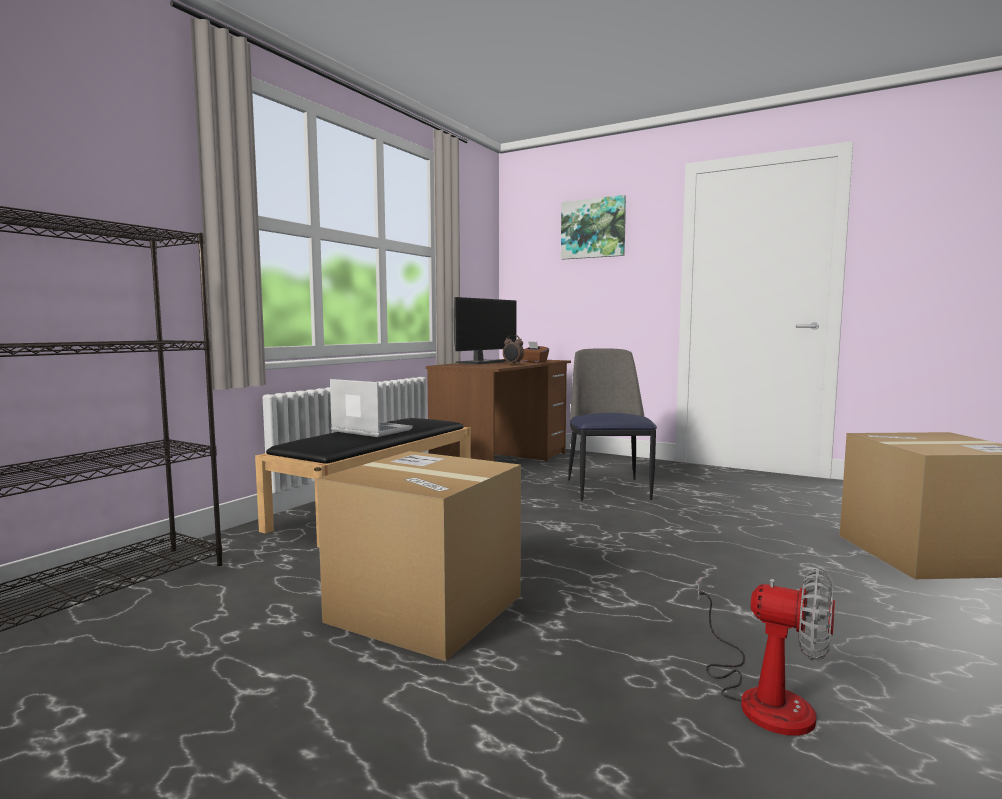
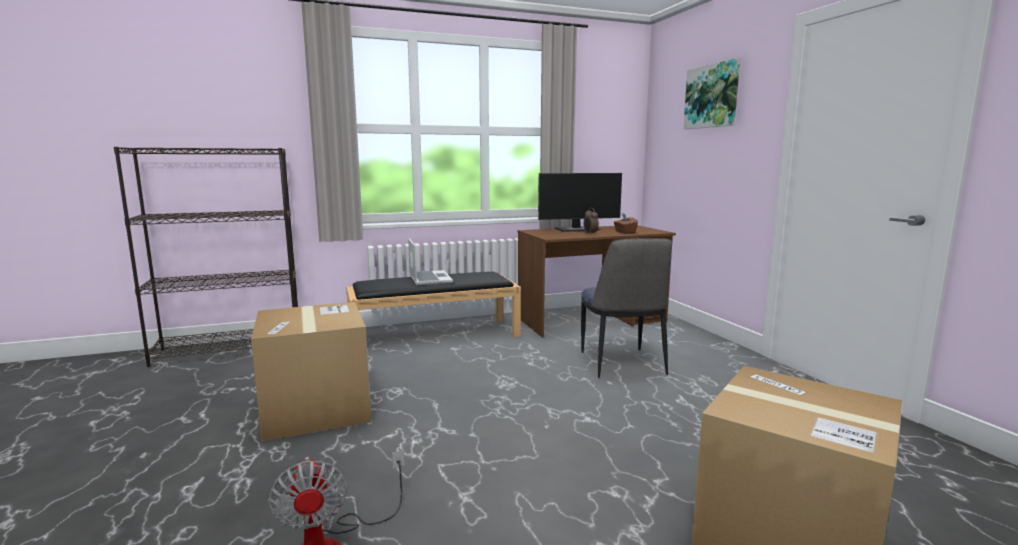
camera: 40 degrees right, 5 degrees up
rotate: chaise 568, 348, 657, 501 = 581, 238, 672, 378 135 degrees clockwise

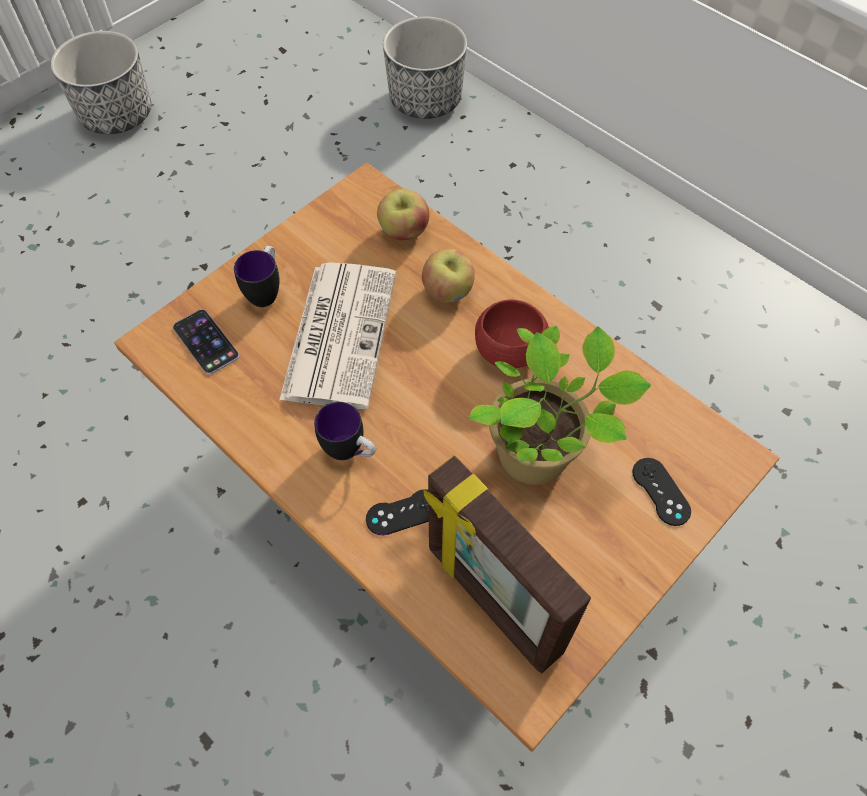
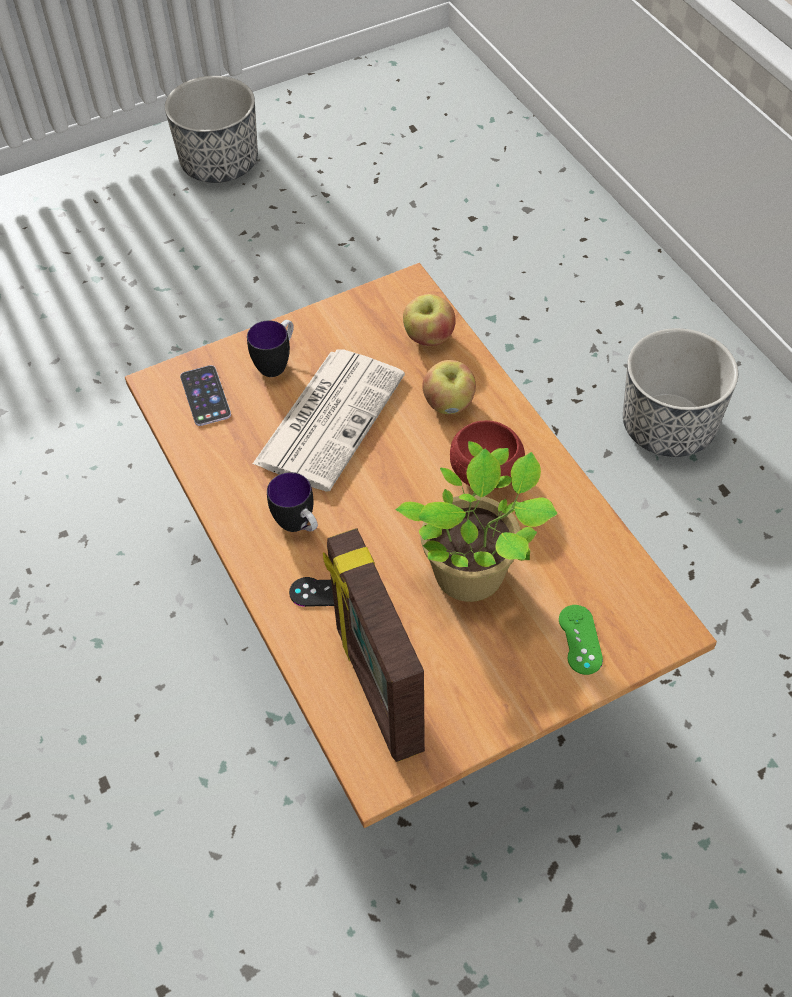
camera: 20 degrees right, 5 degrees down
move: cache-pot 383, 16, 467, 119 to 623, 328, 738, 457
recolor: manette (noir) 632, 458, 691, 526 to manette (vert) 559, 605, 603, 675

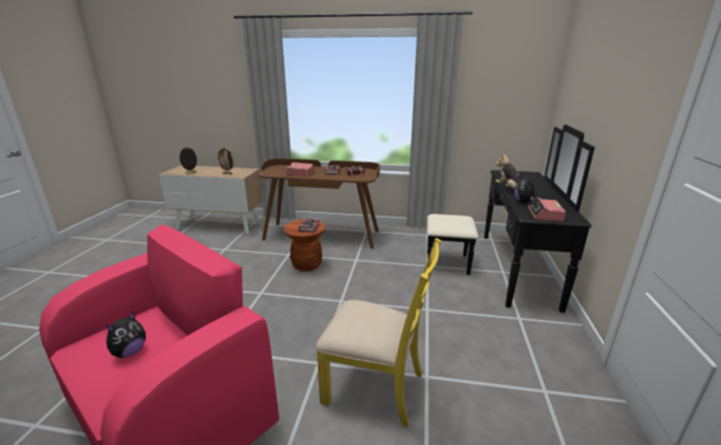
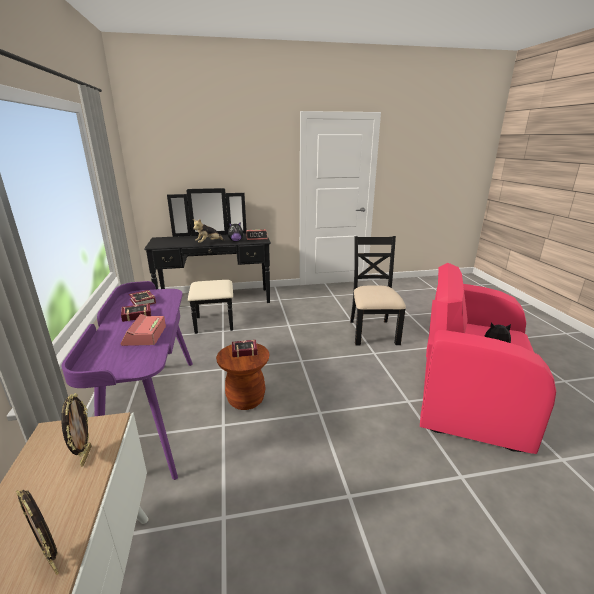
camera: 110 degrees left, 0 degrees up
recolor: bureau (marron) 258, 158, 380, 249 to bureau (violet) 61, 281, 193, 480; chaise (jaune) 316, 238, 441, 427 to chaise (noir) 350, 236, 406, 346

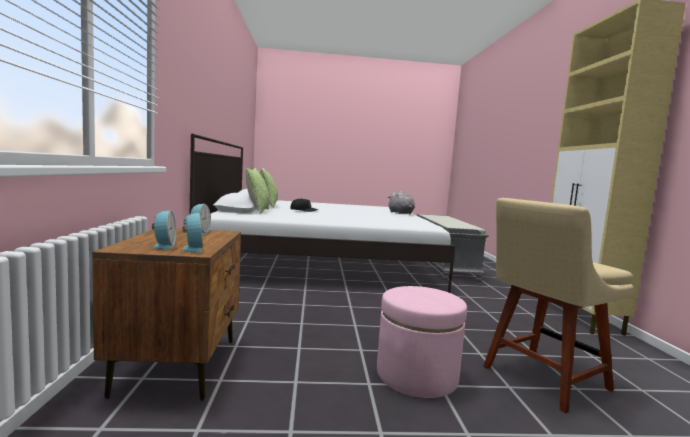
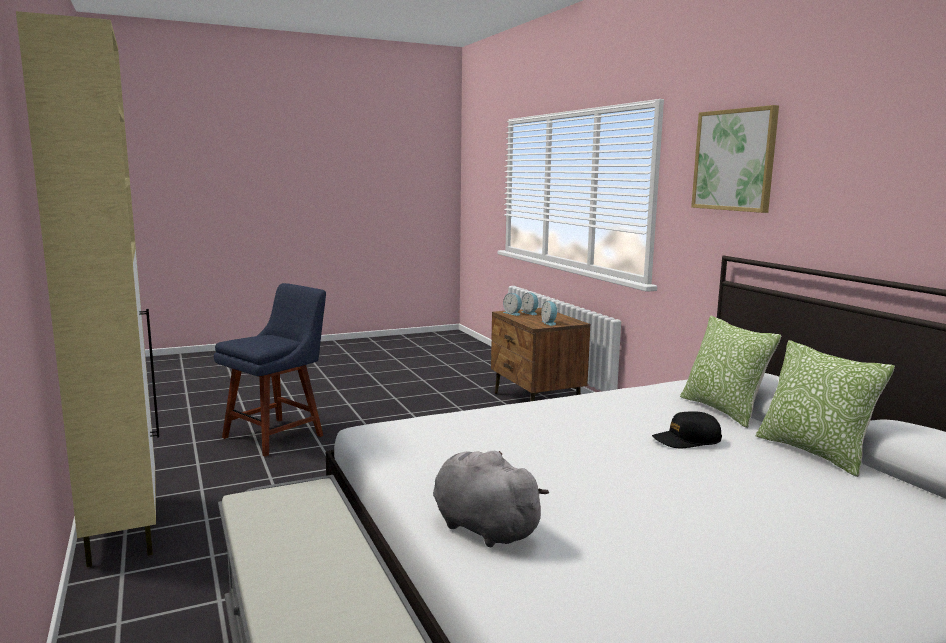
camera: 160 degrees right, 5 degrees up
delete: pouf (rose) 377, 286, 467, 398
insert: tableau 691, 105, 779, 213
recolor: chaise (beige) 483, 198, 634, 413 to chaise (bleu) 214, 283, 326, 457

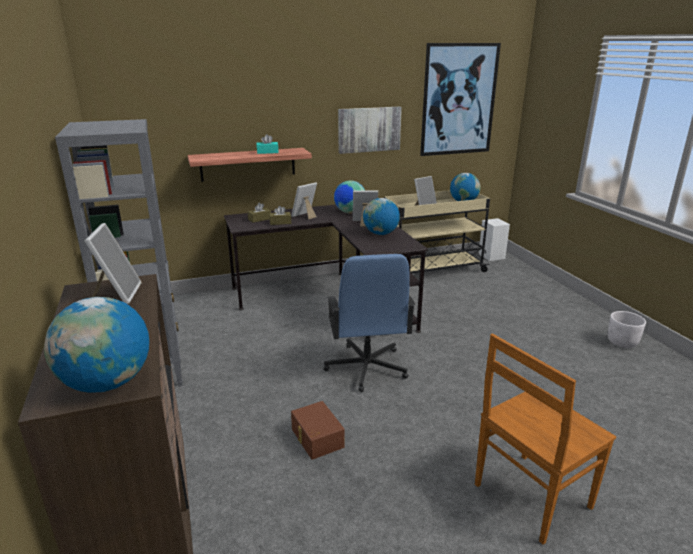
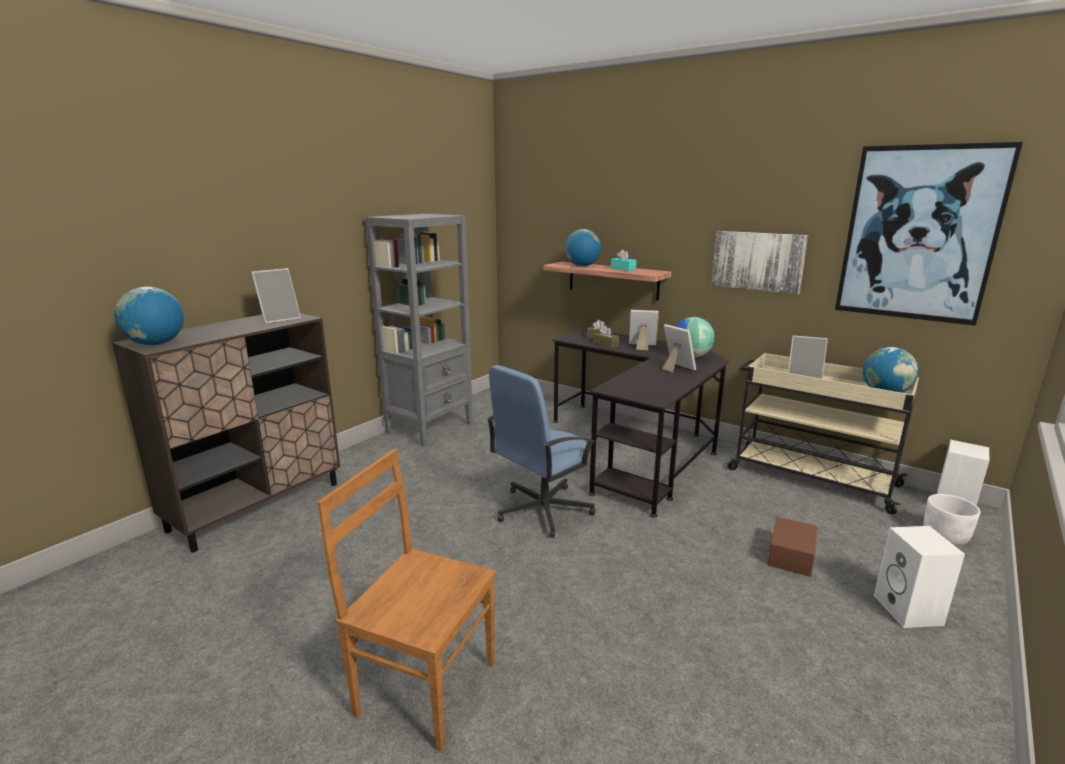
camera: 55 degrees right, 5 degrees down
insert: enceinte (blanc) 874, 526, 965, 628
move: globe 363, 198, 400, 235 to 565, 229, 601, 266; boîte de rangement (marron) 291, 401, 345, 460 to 768, 517, 817, 577; cache-pot (blanc) 608, 311, 646, 348 to 923, 494, 981, 546

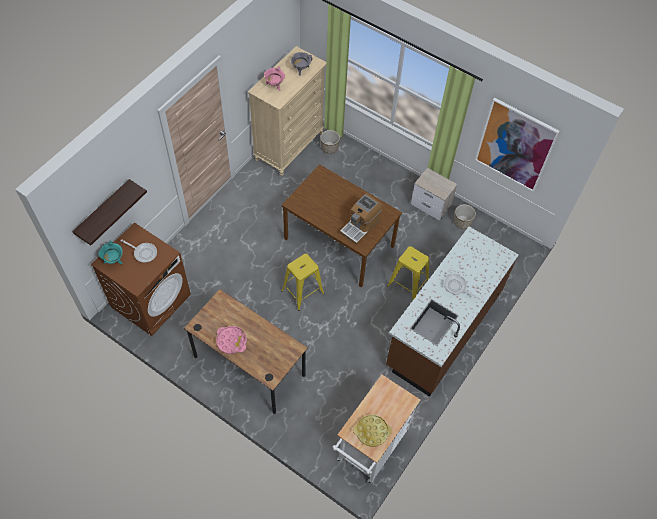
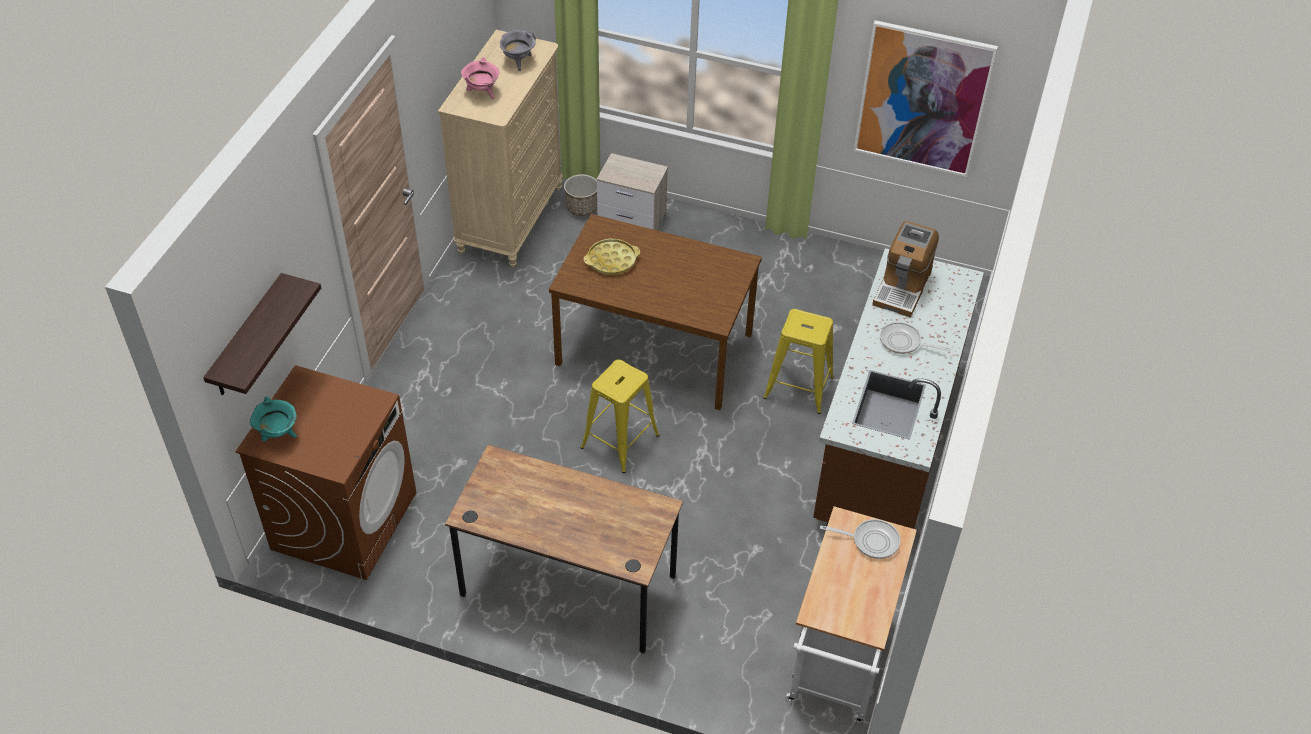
camera: 15 degrees left, 10 degrees down
delete: plateau (rose) 216, 326, 247, 354; cache-pot 454, 204, 476, 229
move: plateau (jaune) 353, 415, 392, 447 to 583, 239, 640, 275; table de chevet 411, 168, 457, 220 to 596, 153, 668, 230; poêle 121, 240, 157, 263 to 820, 519, 900, 559; machine à café 340, 193, 383, 245 to 872, 221, 939, 318

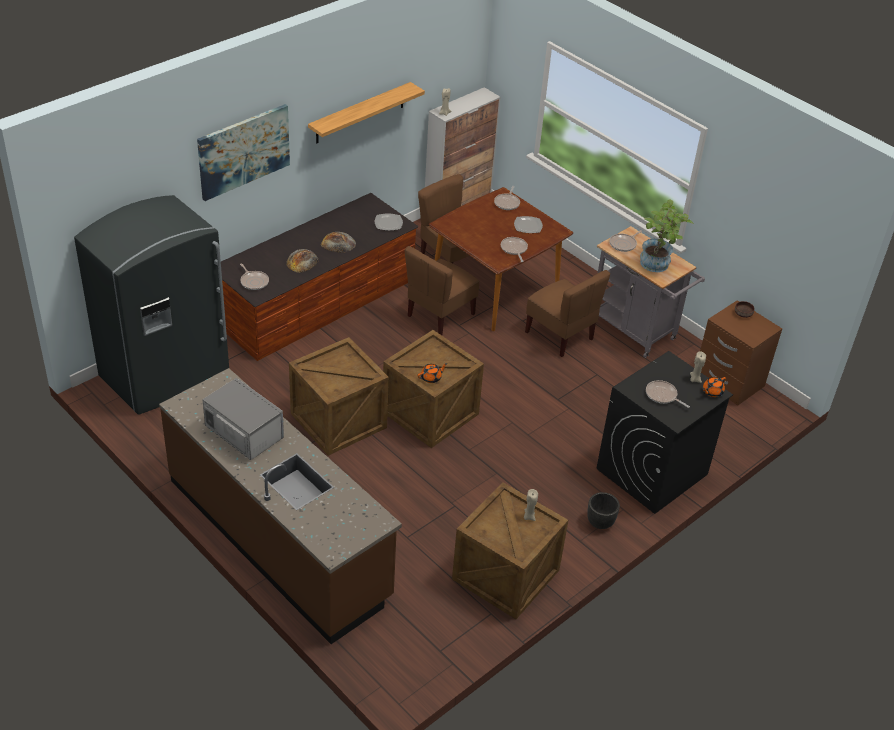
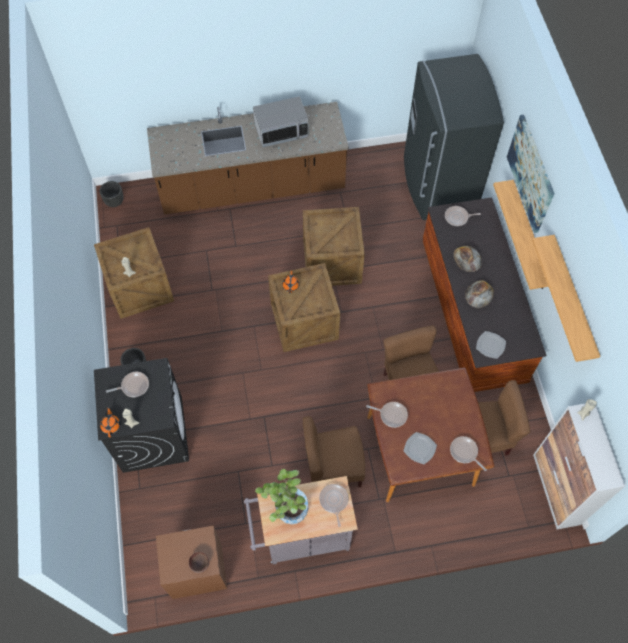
camera: 125 degrees right, 20 degrees up
insert: cache-pot (noir) 100, 181, 124, 207; étagère 493, 180, 548, 290

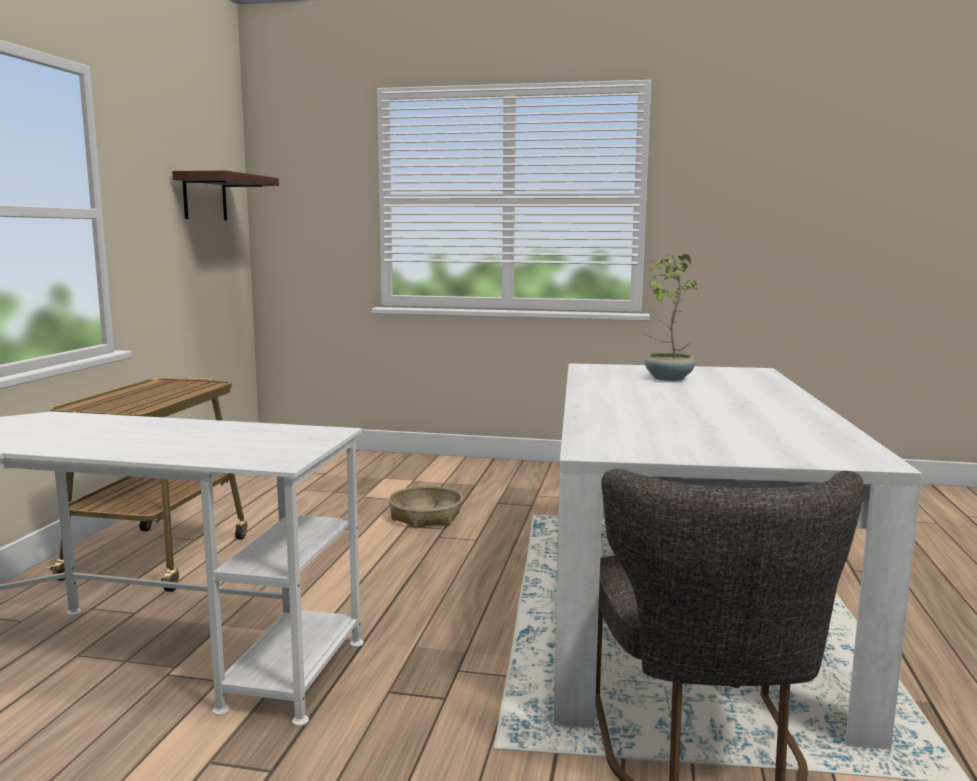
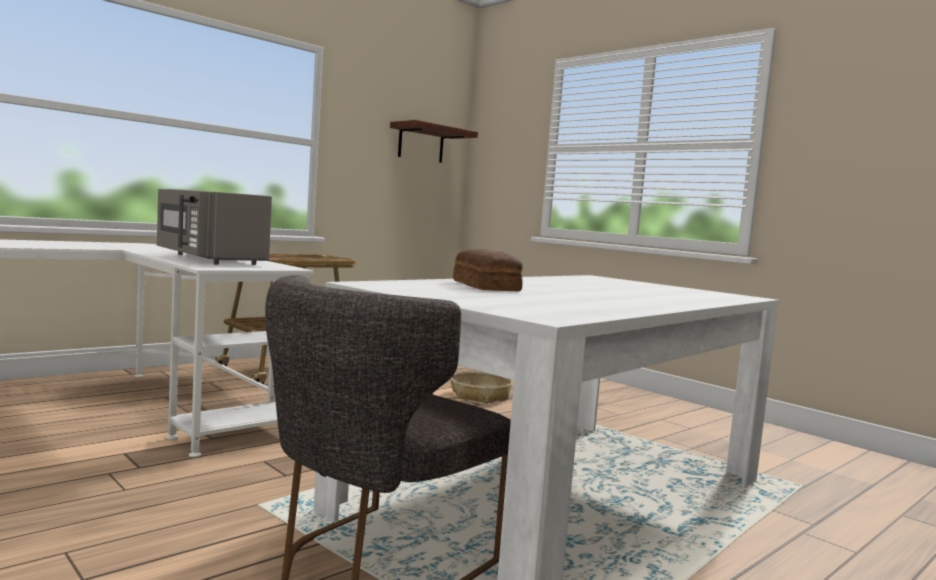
camera: 35 degrees right, 5 degrees down
delete: plante en pot 643, 254, 701, 381
insert: micro-ondes (gris) 157, 189, 272, 265; pain 453, 249, 523, 291

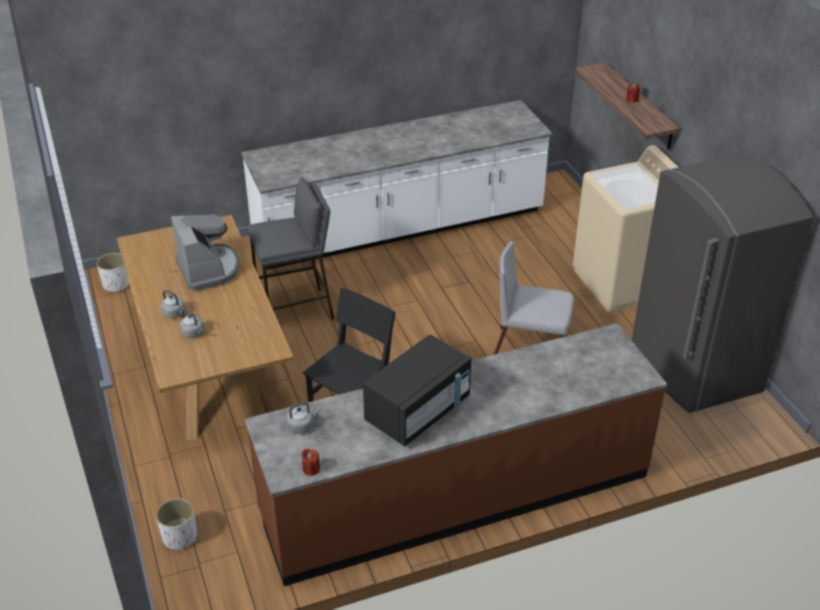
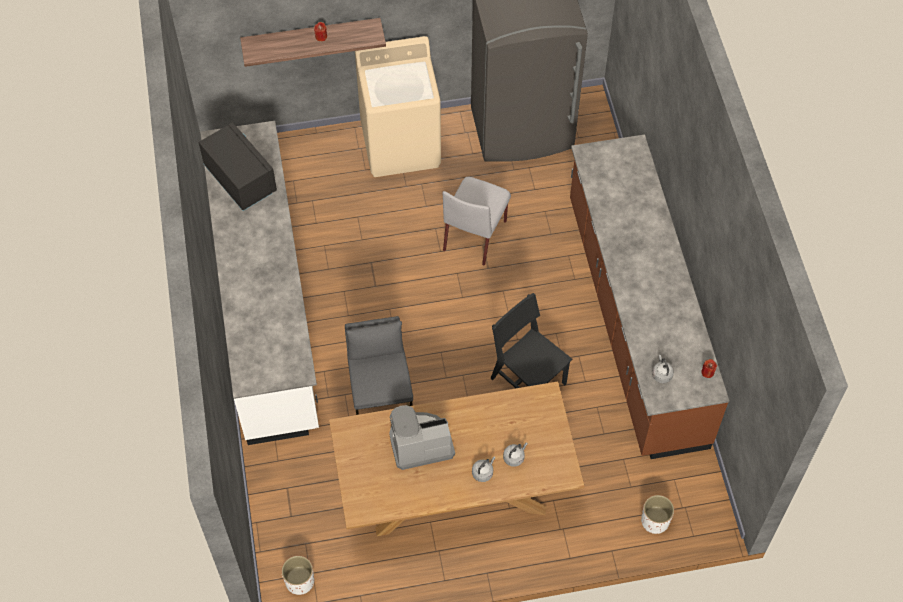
camera: 80 degrees left, 20 degrees up
move: micro-ondes (noir) 363, 334, 472, 446 to 199, 122, 277, 211

